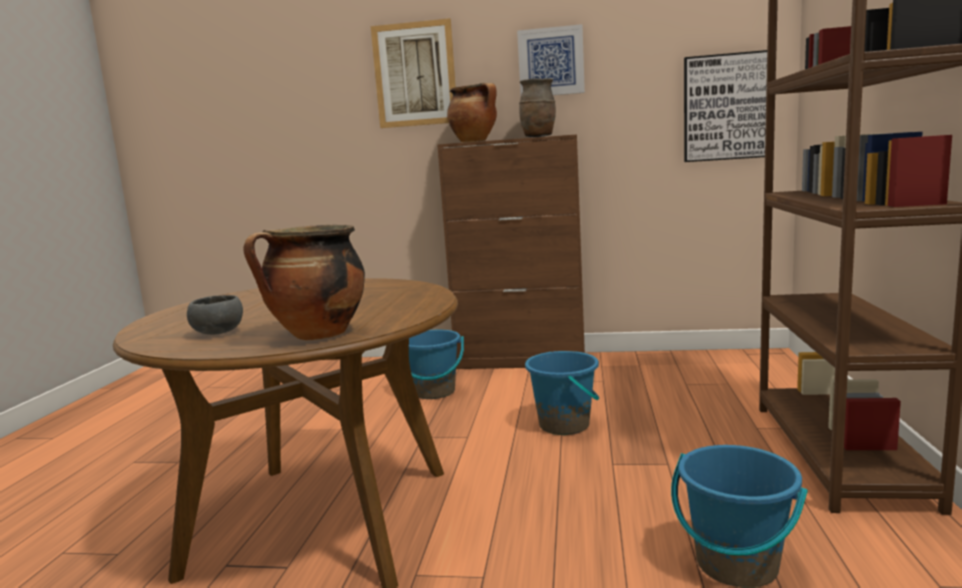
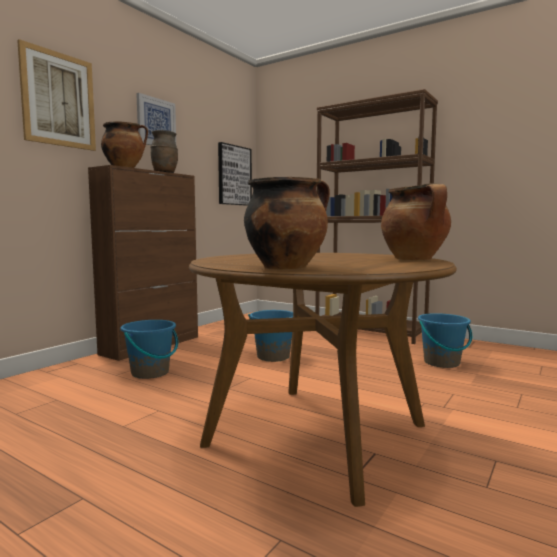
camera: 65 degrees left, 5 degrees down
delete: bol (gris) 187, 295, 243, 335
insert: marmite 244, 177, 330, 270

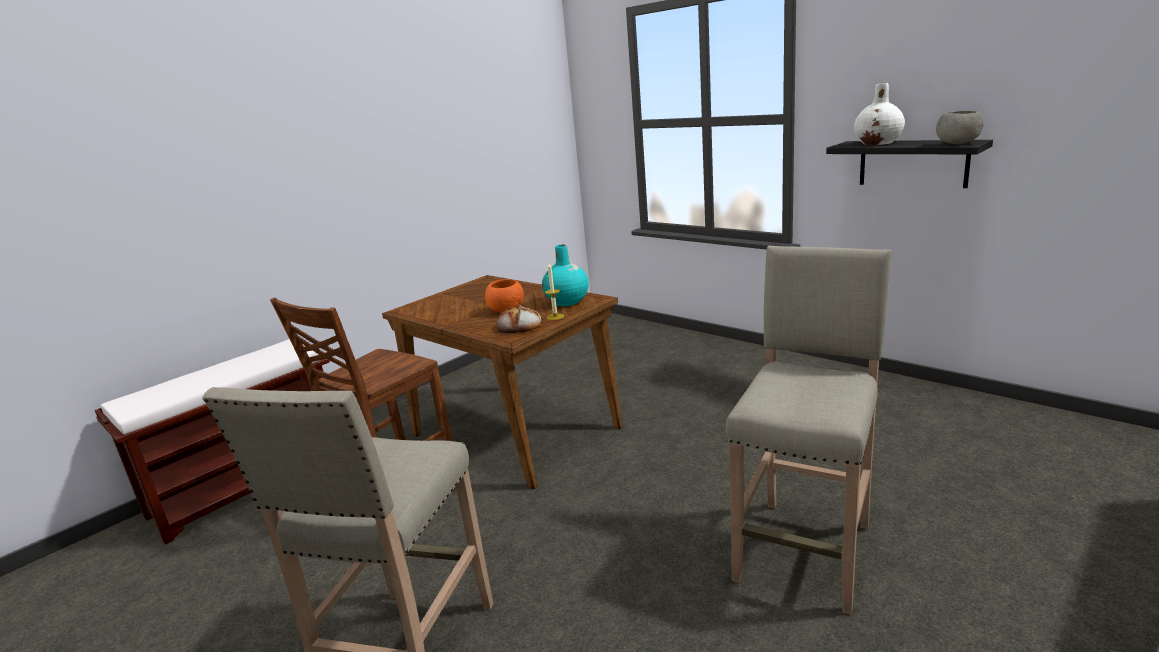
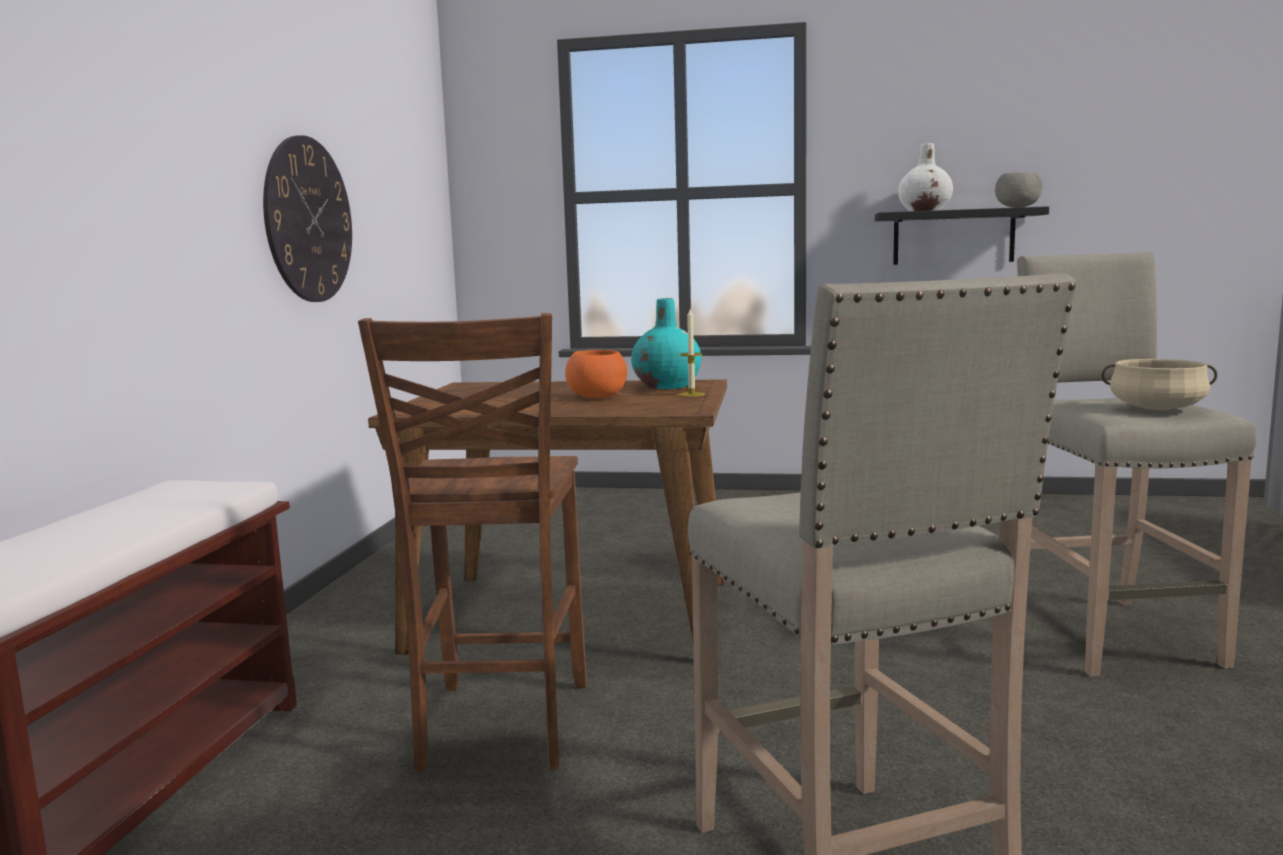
camera: 35 degrees left, 10 degrees down
delete: pain 496, 305, 541, 333
insert: horloge murale 263, 135, 352, 302; marmite (beige) 1101, 359, 1217, 410

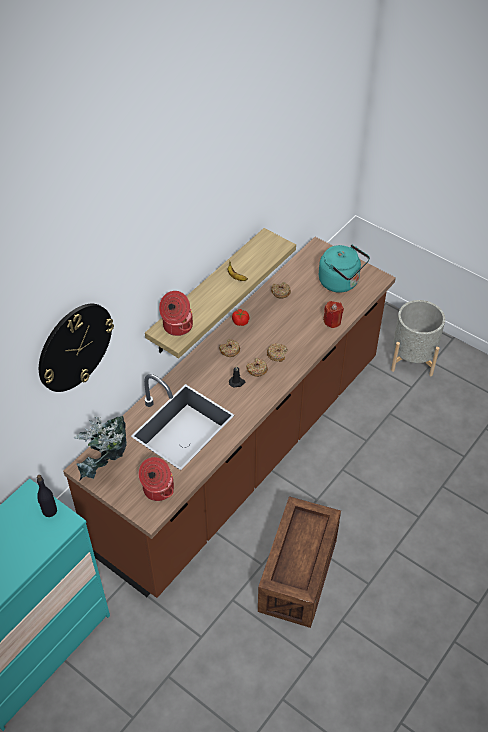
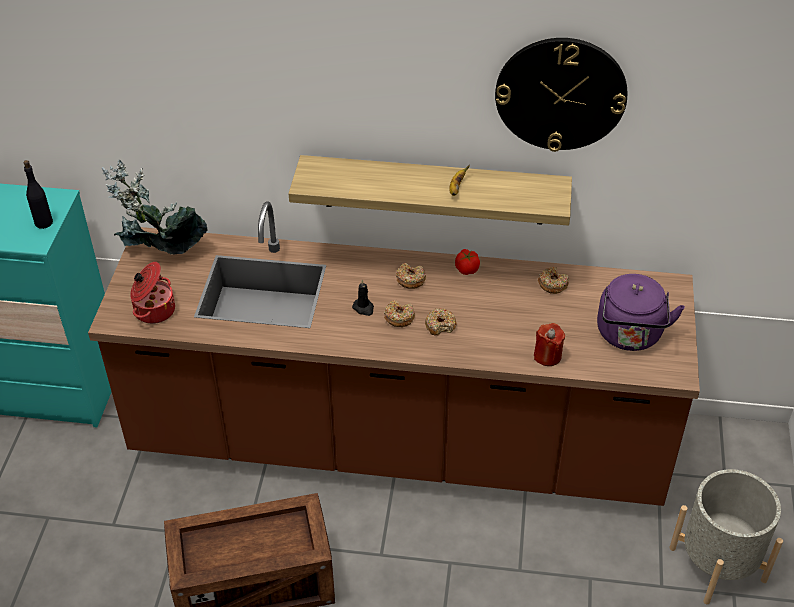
camera: 60 degrees right, 5 degrees down
delete: marmite 159, 291, 193, 336
move: horloge murale 39, 304, 114, 392 to 495, 38, 627, 152
recolor: bouilloire (turquoise) 319, 244, 370, 293 to bouilloire (violet) 597, 274, 685, 351

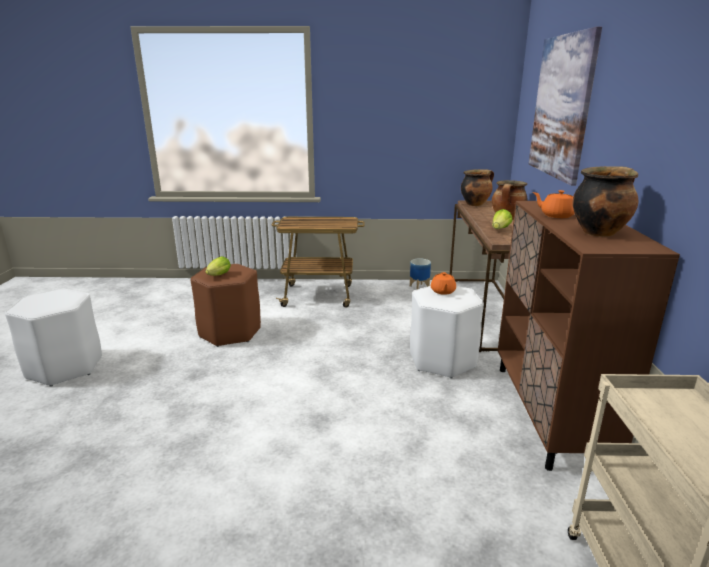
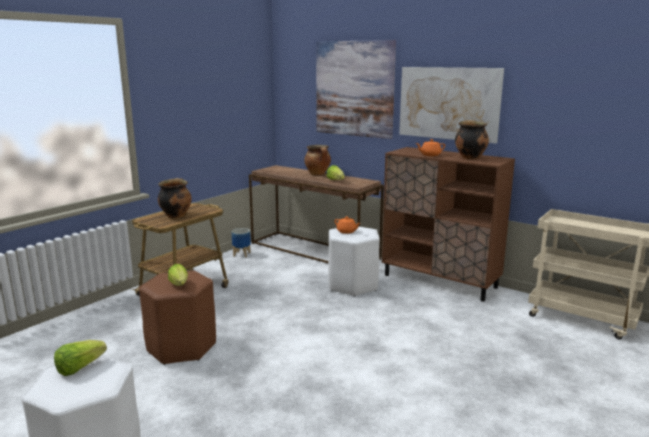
camera: 55 degrees left, 5 degrees down
insert: laitue 54, 340, 107, 376; tableau 399, 67, 504, 143
move: marmite 461, 169, 494, 206 to 158, 178, 192, 218

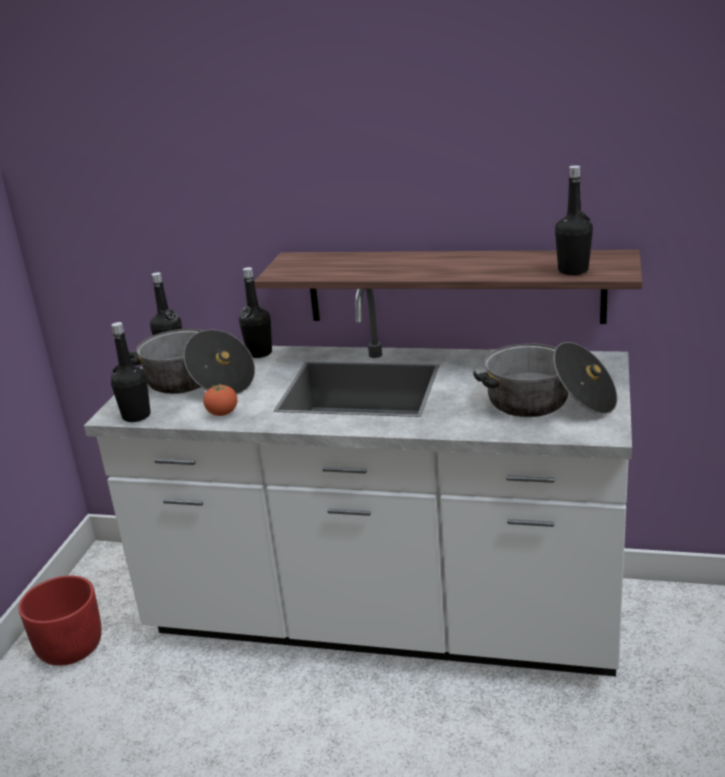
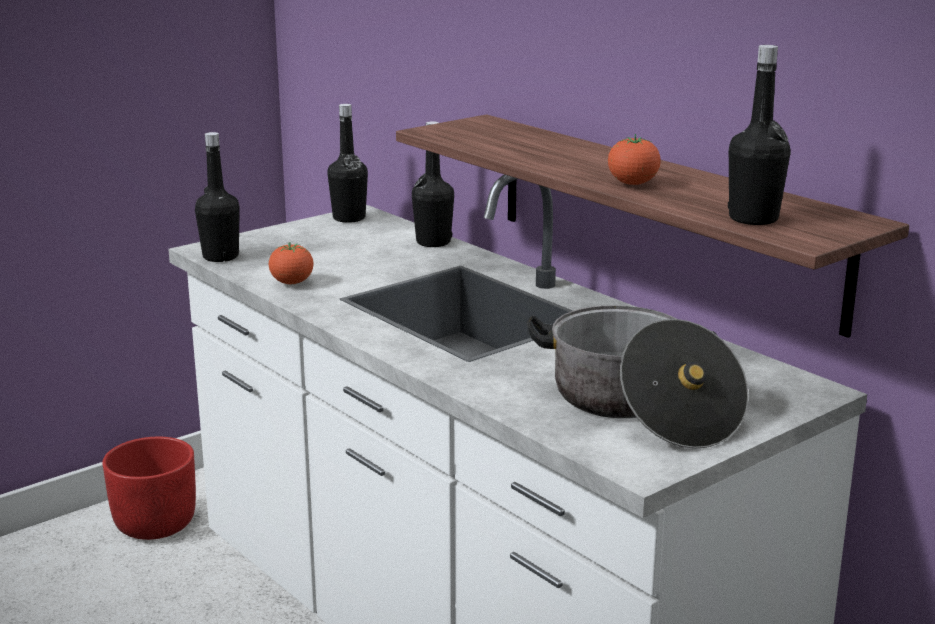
camera: 35 degrees right, 5 degrees down
delete: marmite 129, 329, 255, 395
insert: tomate 608, 134, 661, 185

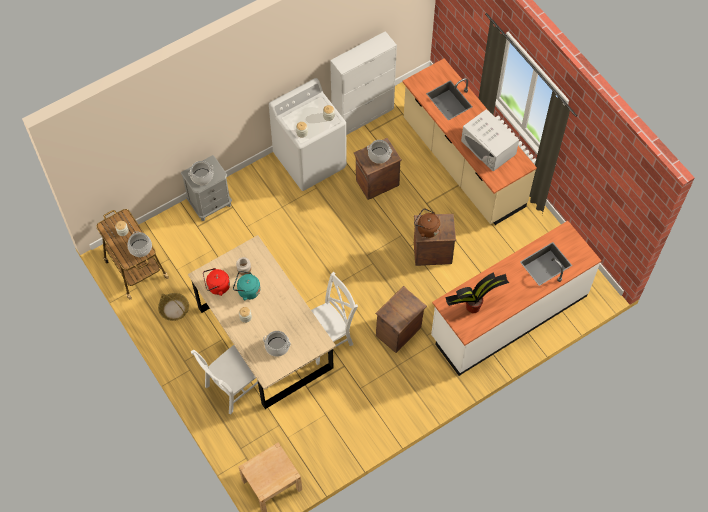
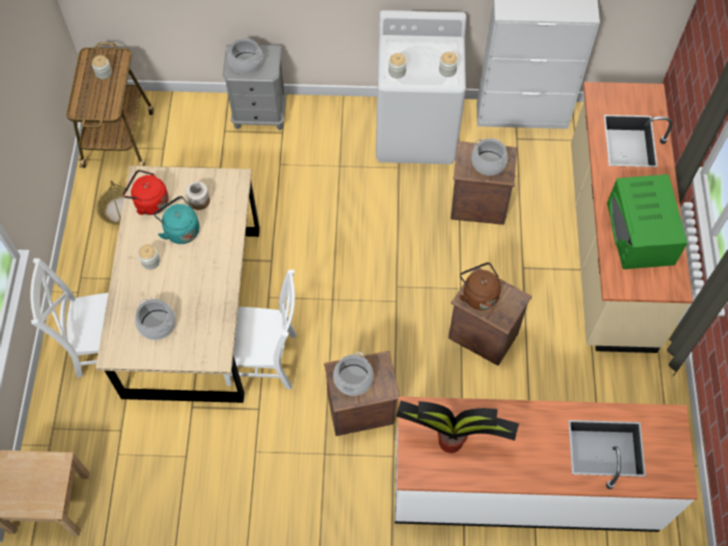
camera: 35 degrees right, 0 degrees up
move: marmite 127, 231, 152, 257 to 333, 352, 374, 396
recolor: micro-ondes (blanc) 461, 109, 519, 171 to micro-ondes (vert) 607, 174, 687, 269

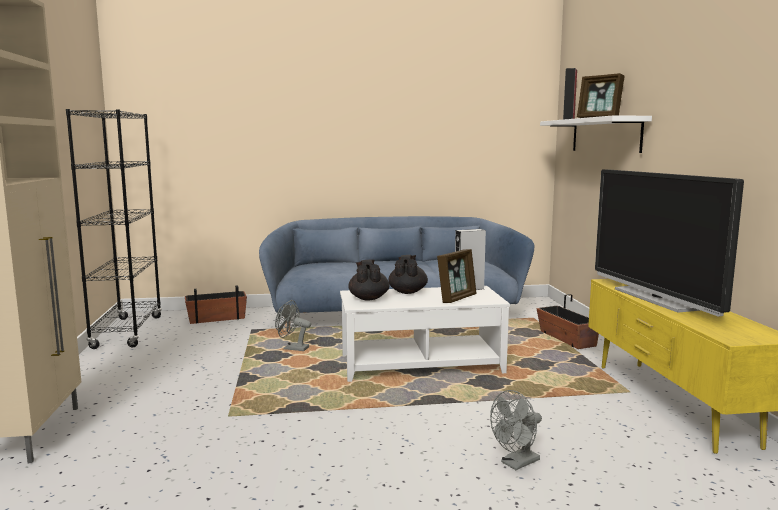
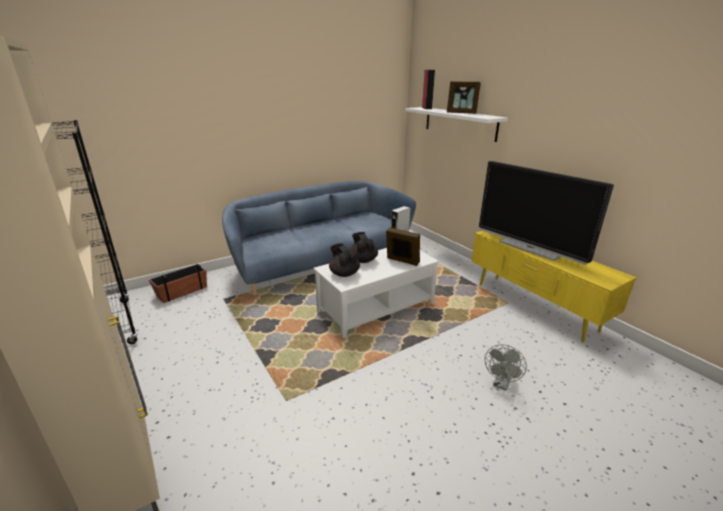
camera: 25 degrees left, 15 degrees up
delete: ventilateur (gris) 275, 300, 311, 351; cache-pot 536, 294, 599, 349
rotate: cadre photo 437, 249, 476, 303 = 386, 227, 420, 266 75 degrees counterclockwise

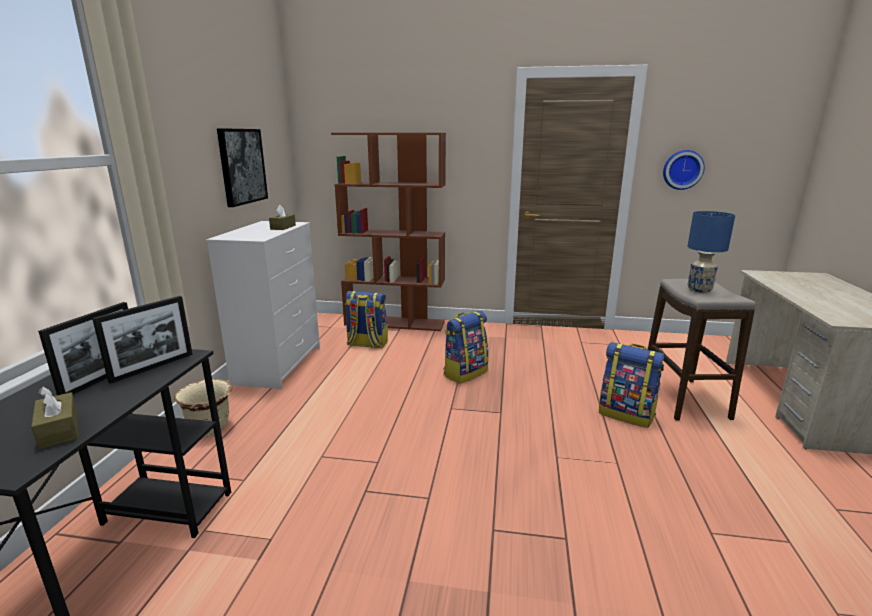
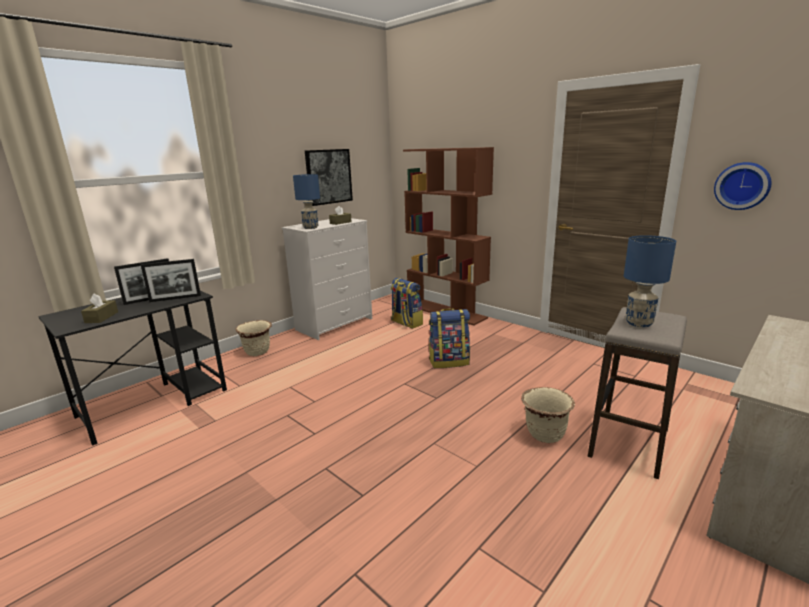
camera: 35 degrees right, 0 degrees up
insert: lampe de table (bleu) 293, 174, 320, 229
replace: sac à dos 599, 342, 664, 428 to cache-pot (beige) 521, 387, 575, 443

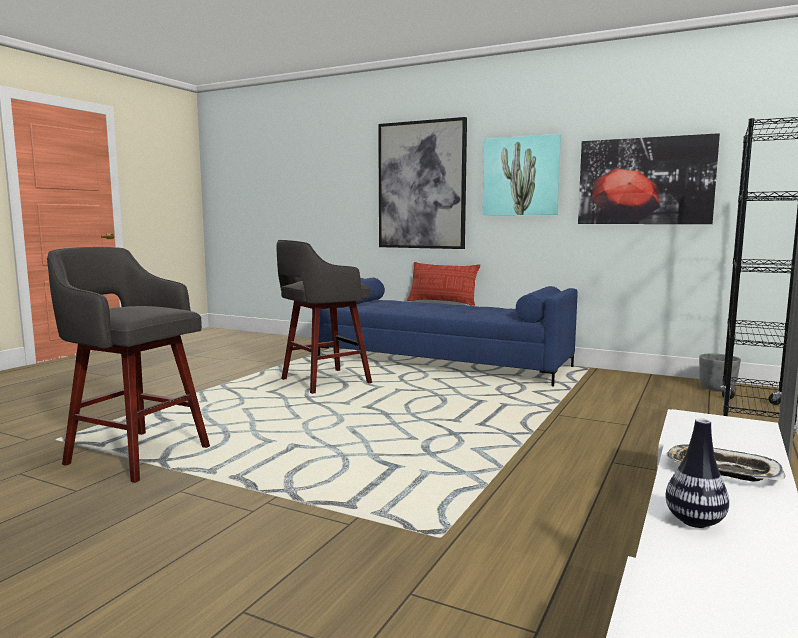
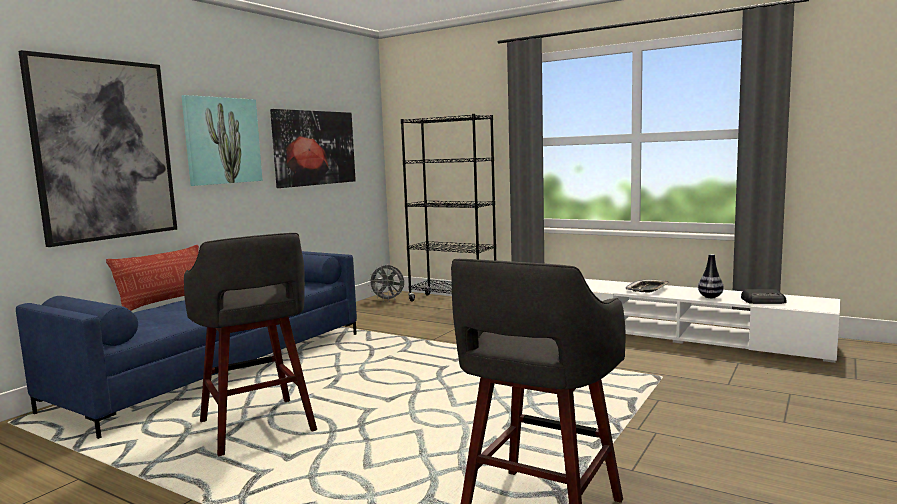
camera: 85 degrees left, 0 degrees up
insert: radio 741, 289, 787, 304
replace: cache-pot (gris) 699, 353, 741, 392 to ventilateur (gris) 368, 264, 404, 302

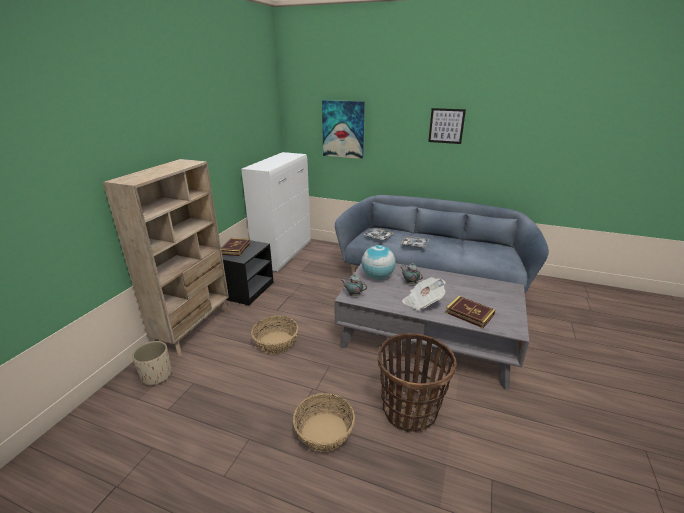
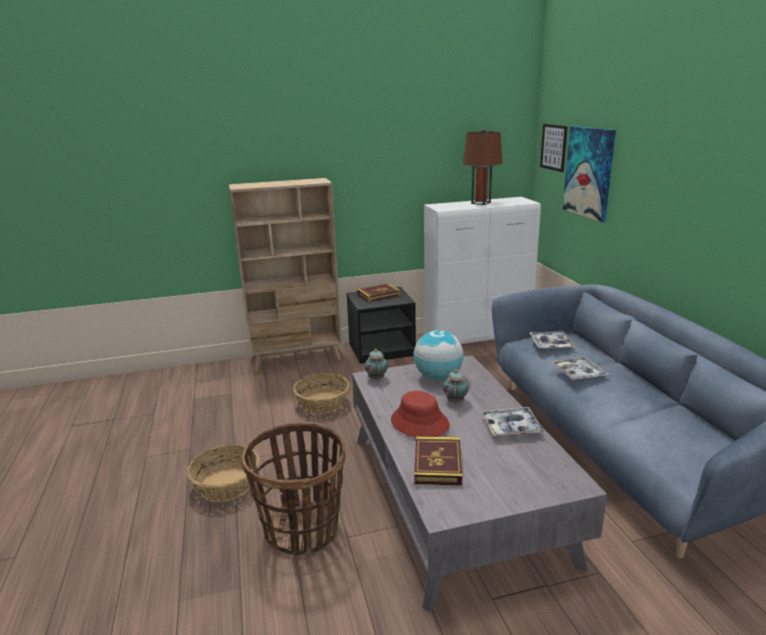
camera: 55 degrees right, 5 degrees down
delete: cache-pot (beige) 132, 341, 172, 385
insert: lampe de table (marron) 463, 129, 502, 205; plateau 482, 407, 544, 436
move: tableau 428, 108, 466, 144 to 540, 124, 568, 172
replace: journal 402, 277, 446, 311 to chapeau (rouge) 391, 391, 449, 437

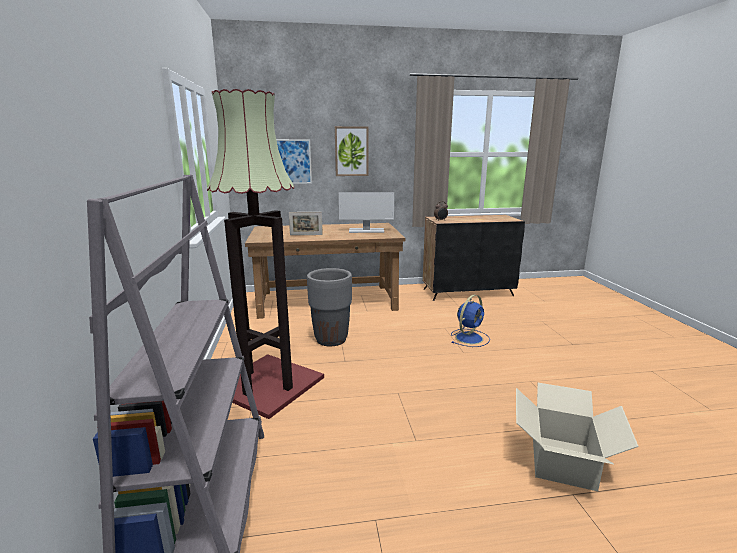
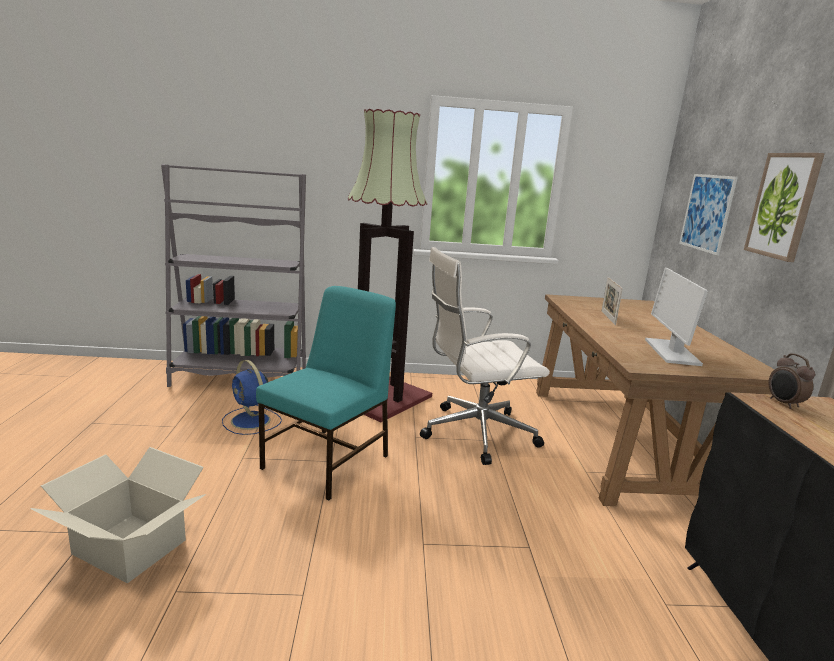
camera: 95 degrees right, 0 degrees up
insert: chaise (turquoise) 256, 286, 396, 500
move: ventilateur (bleu) 451, 295, 490, 347 to 222, 360, 282, 435
replace: cache-pot (gris) 307, 268, 352, 346 to chaise de bureau (blanc) 420, 247, 550, 465

